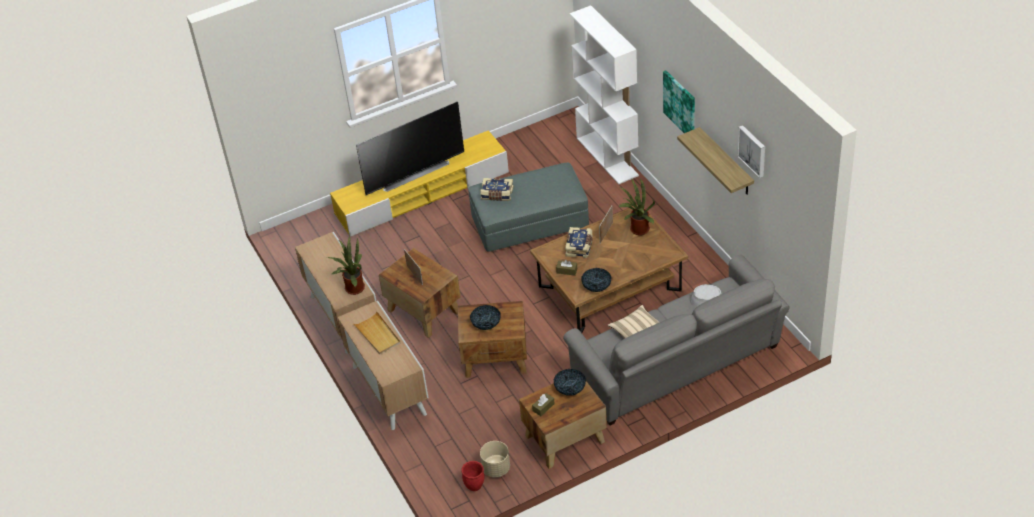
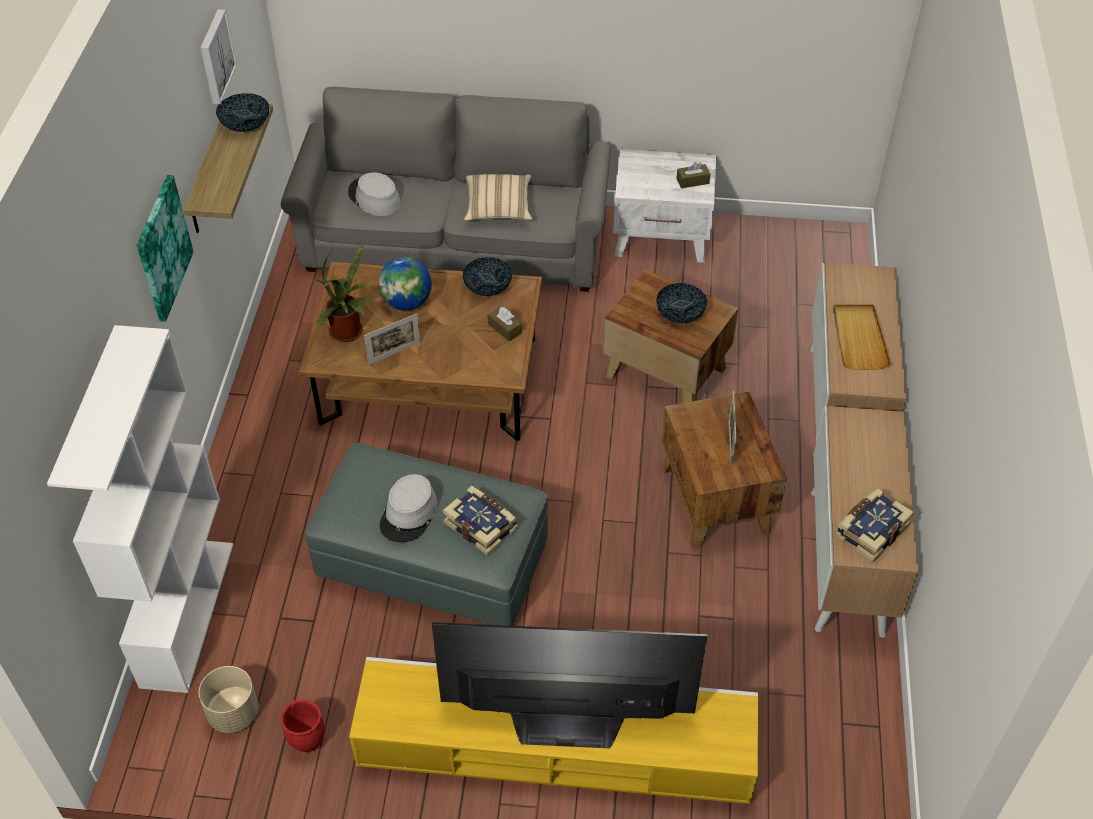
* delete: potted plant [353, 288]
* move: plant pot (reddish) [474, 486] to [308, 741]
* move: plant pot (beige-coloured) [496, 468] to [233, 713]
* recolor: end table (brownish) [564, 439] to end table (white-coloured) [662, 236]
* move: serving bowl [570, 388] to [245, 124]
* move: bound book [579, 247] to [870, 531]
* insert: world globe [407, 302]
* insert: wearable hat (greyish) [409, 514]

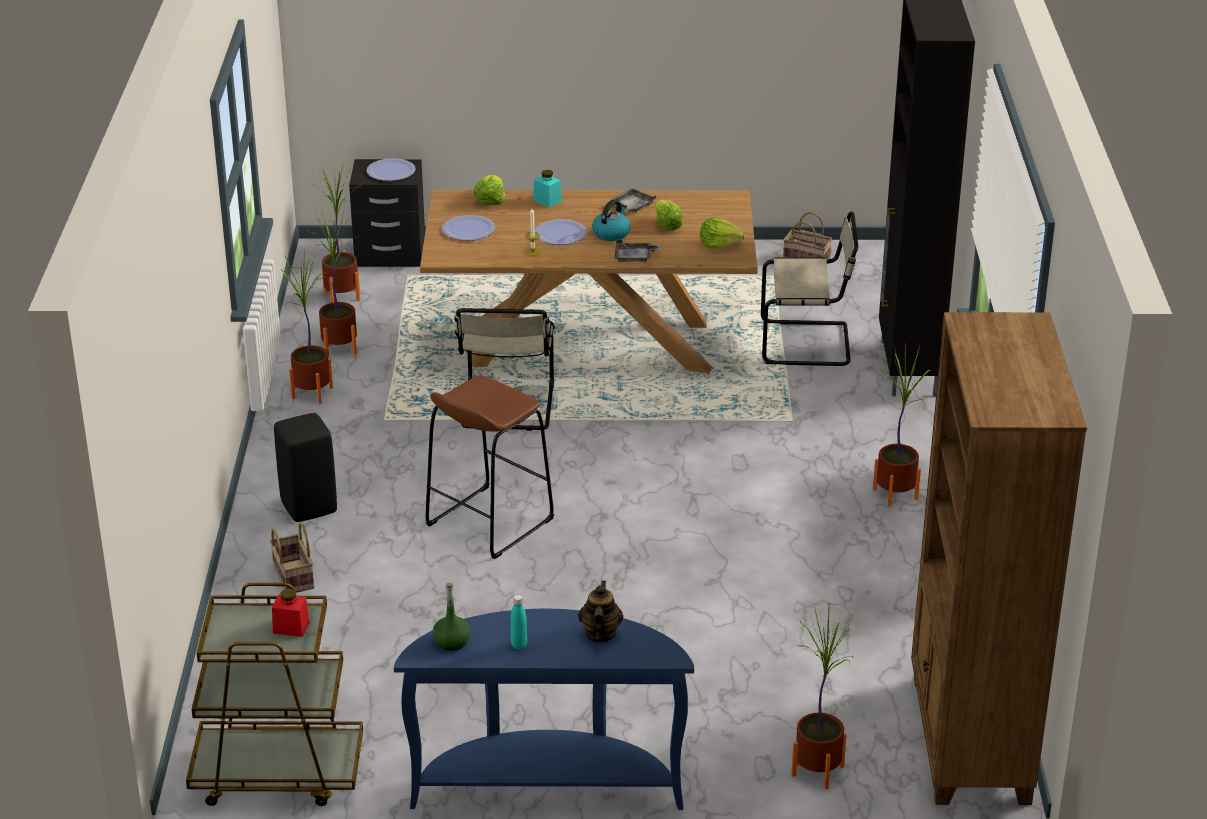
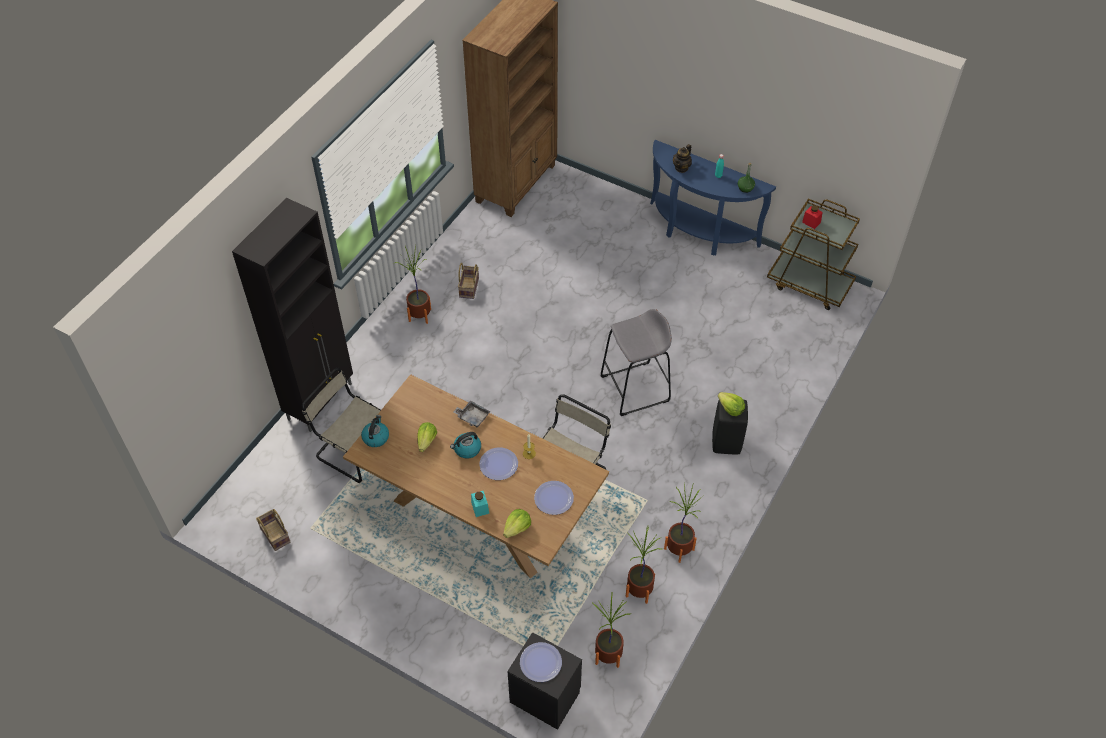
* move: basket [292, 576] to [469, 288]
* recolor: stool (brownish) [489, 522] to stool (greyish) [635, 389]
* delete: carrying tray (greyish) [632, 207]
* move: lettuce [719, 244] to [730, 409]
* delete: potted plant [817, 770]
* insert: tea kettle [376, 437]

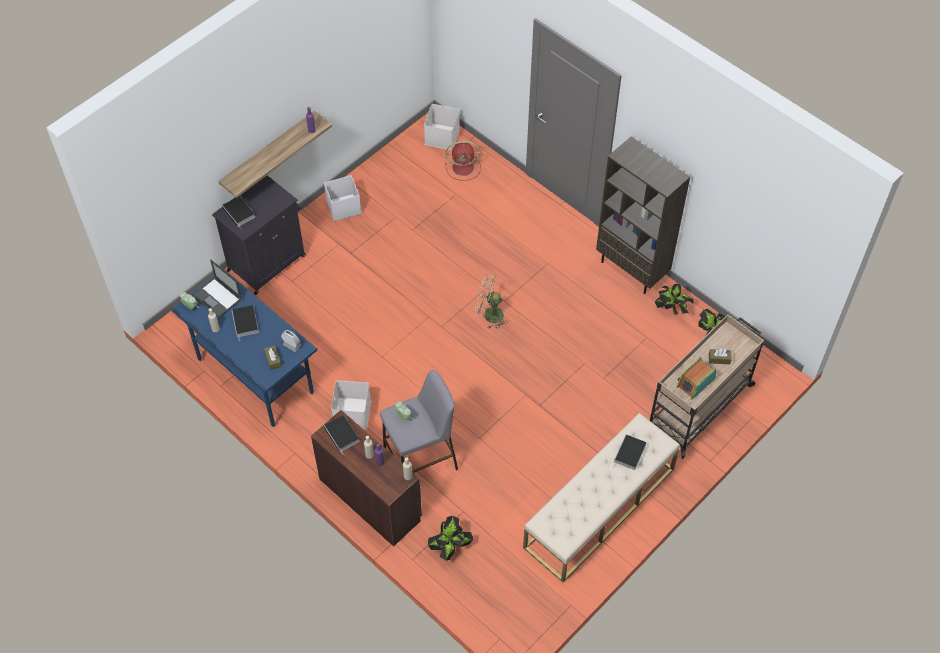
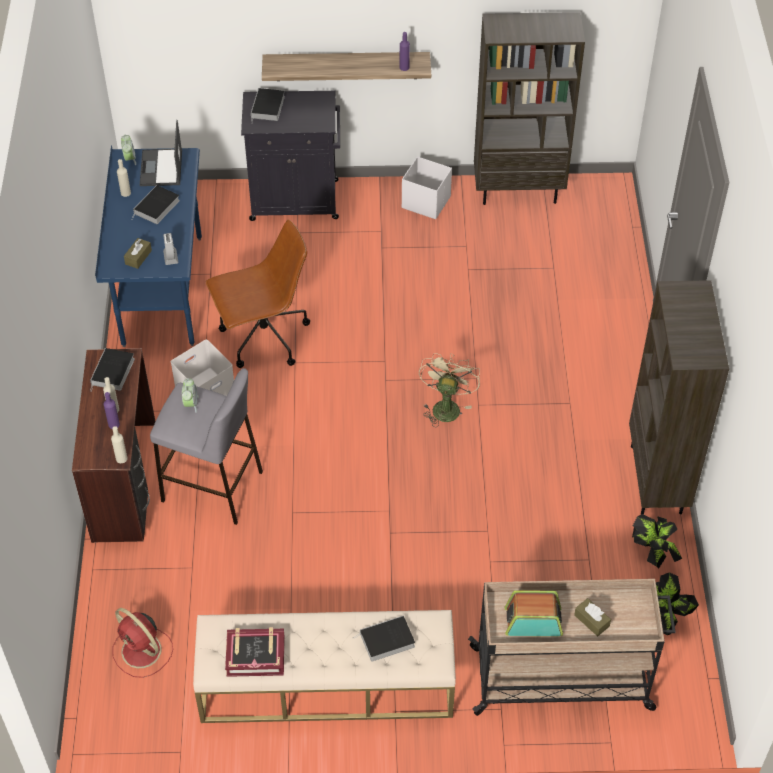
* delete: storage bin (white-coloured) [441, 136]
* delete: potted plant [450, 547]
* move: cooling fan (reddish) [464, 167] to [142, 652]
* rotate: cooling fan (beige-coloured) [489, 315] = [446, 406] 45 degrees clockwise
* insert: desk chair (brownish) [263, 338]
* insert: bound book [255, 655]
* insert: bookshelf (brownish) [519, 190]

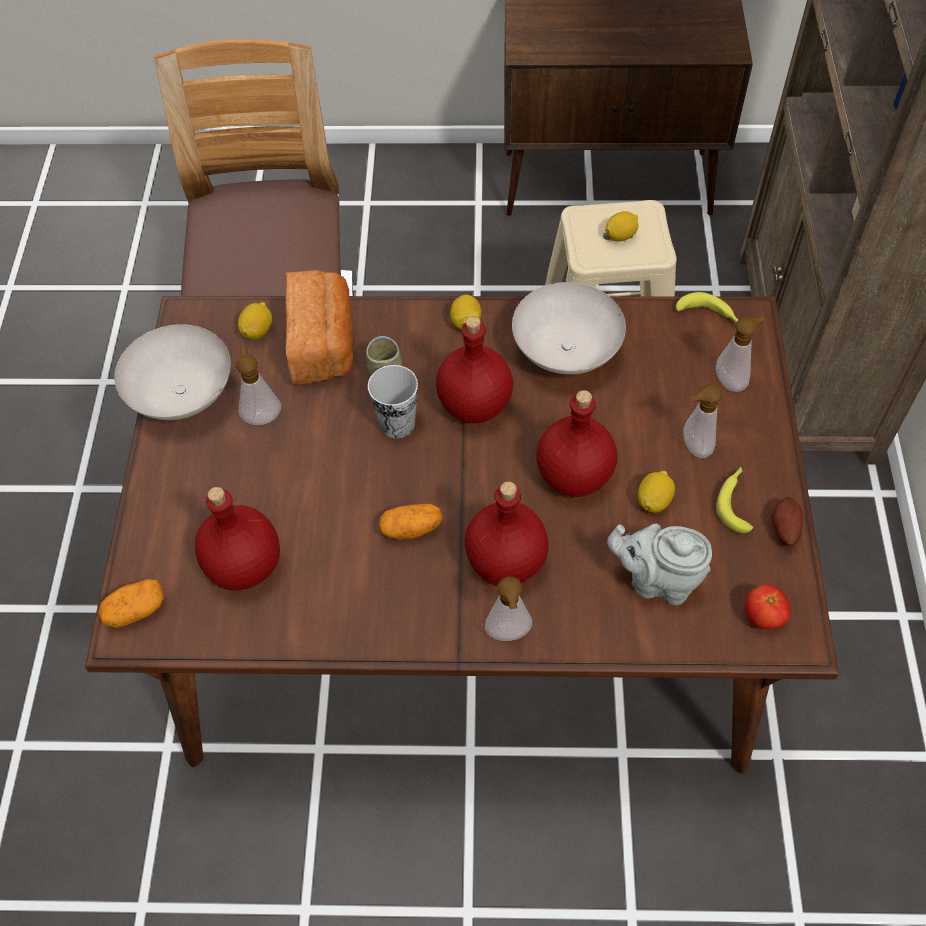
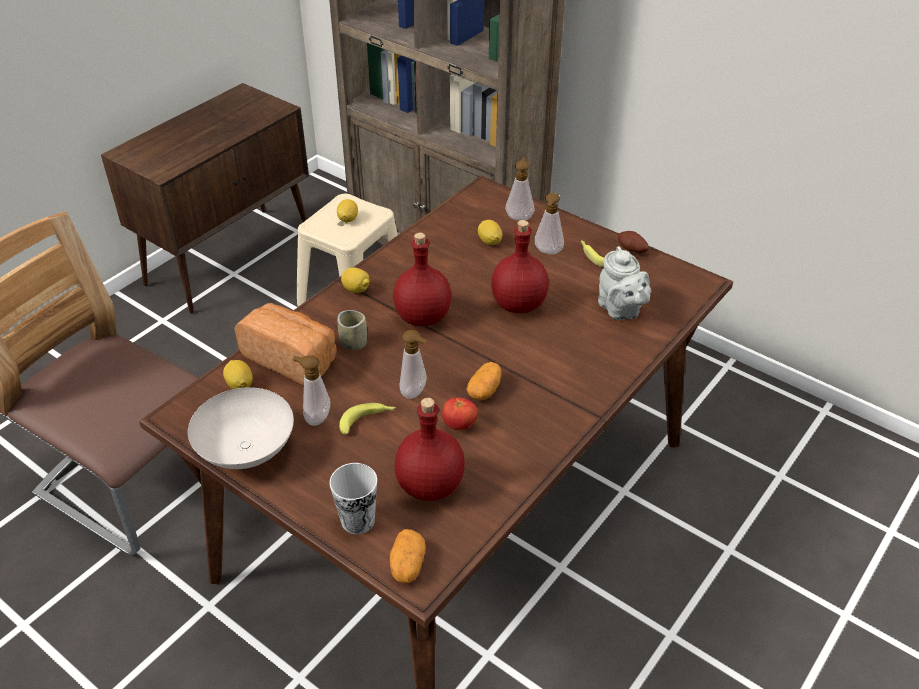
* move: cup [397, 423] to [358, 520]
* delete: drink bottle (reddish) [507, 561]
* move: soap dispenser [508, 635] to [416, 392]
* delete: serving bowl (white-coloured) [568, 352]
* rotate: tea pot (greyish) [657, 580] = [620, 310] 75 degrees counterclockwise
* move: whole lemon [654, 500] to [489, 241]
* move: banana [709, 315] to [367, 420]
* move: tomato [763, 616] to [459, 425]

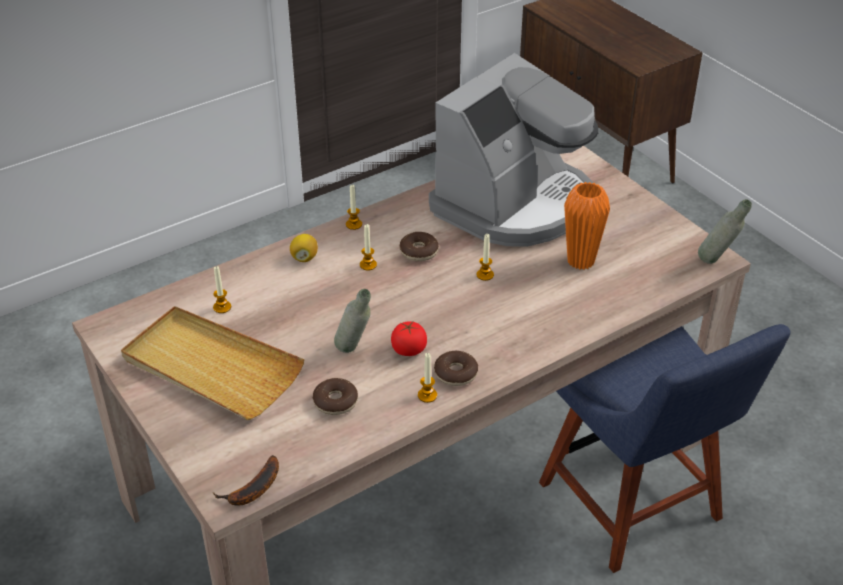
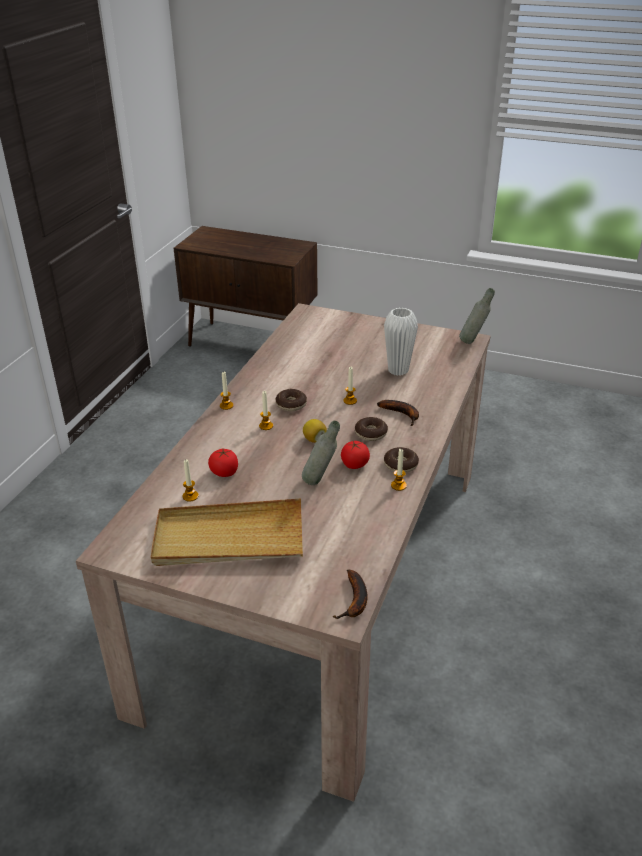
* move: whole lemon [304, 258] to [314, 439]
* move: donut [335, 402] to [371, 433]
* delete: coffee machine [515, 204]
* delete: plain chair (bluish) [635, 507]
* recolor: decorative vase (orangey) [580, 261] to decorative vase (white-coloured) [398, 370]
* insert: tomato [224, 472]
* insert: banana [402, 414]

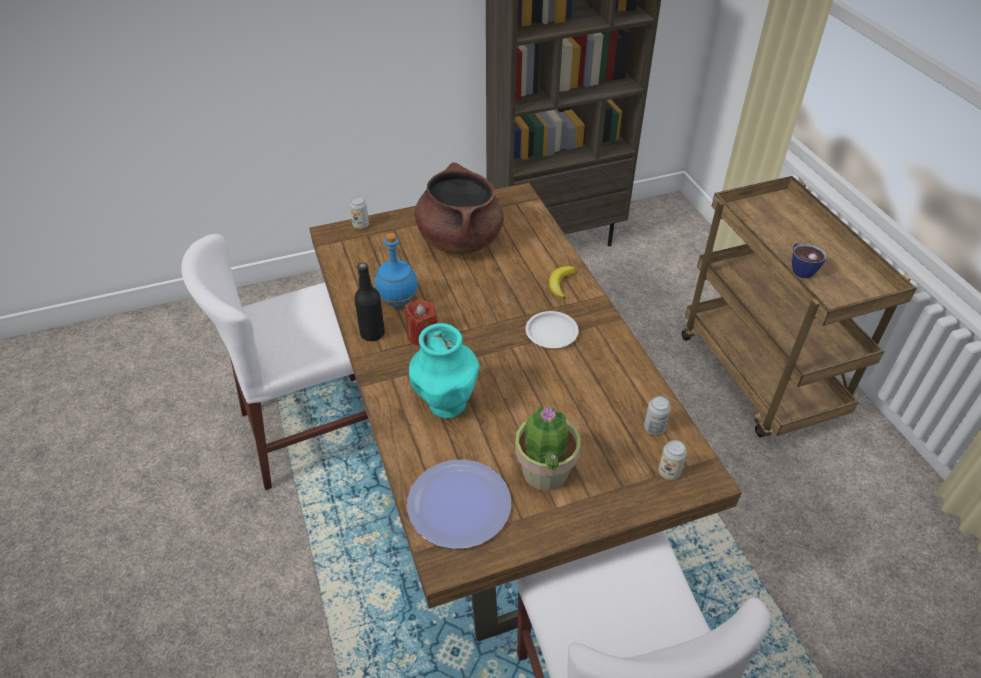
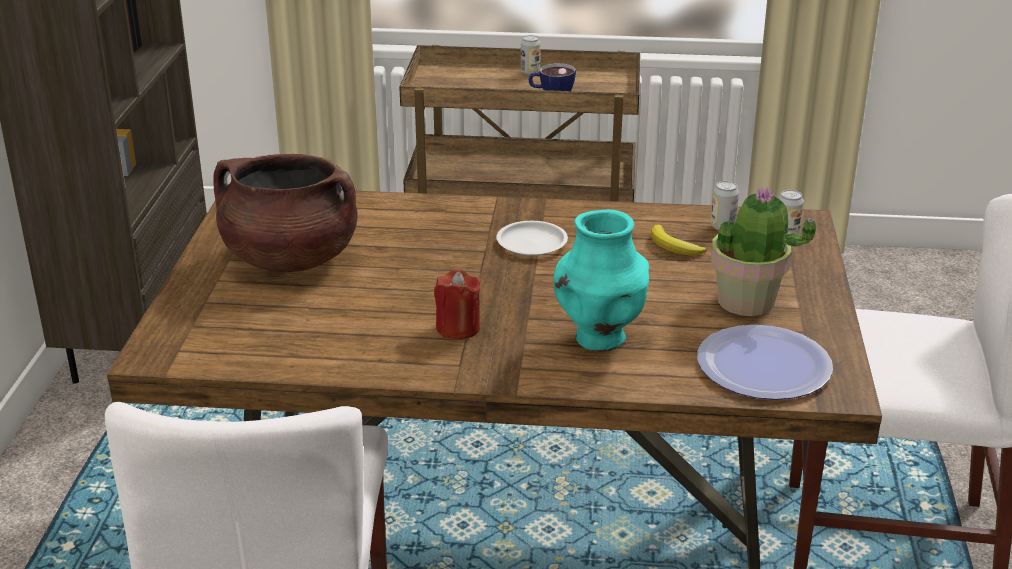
* move: can [361, 225] to [530, 72]
* delete: drink bottle (black-coloured) [372, 333]
* delete: drink bottle (bluish) [398, 302]
* move: banana [560, 284] to [674, 246]

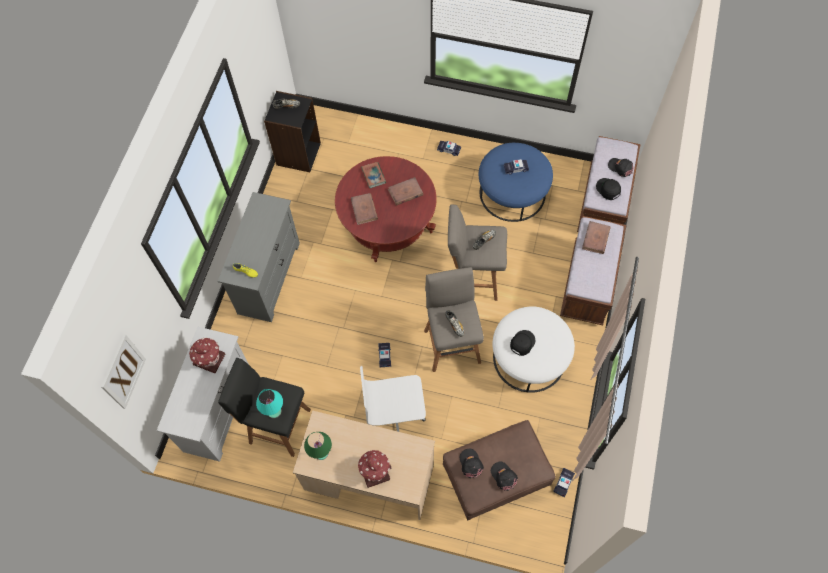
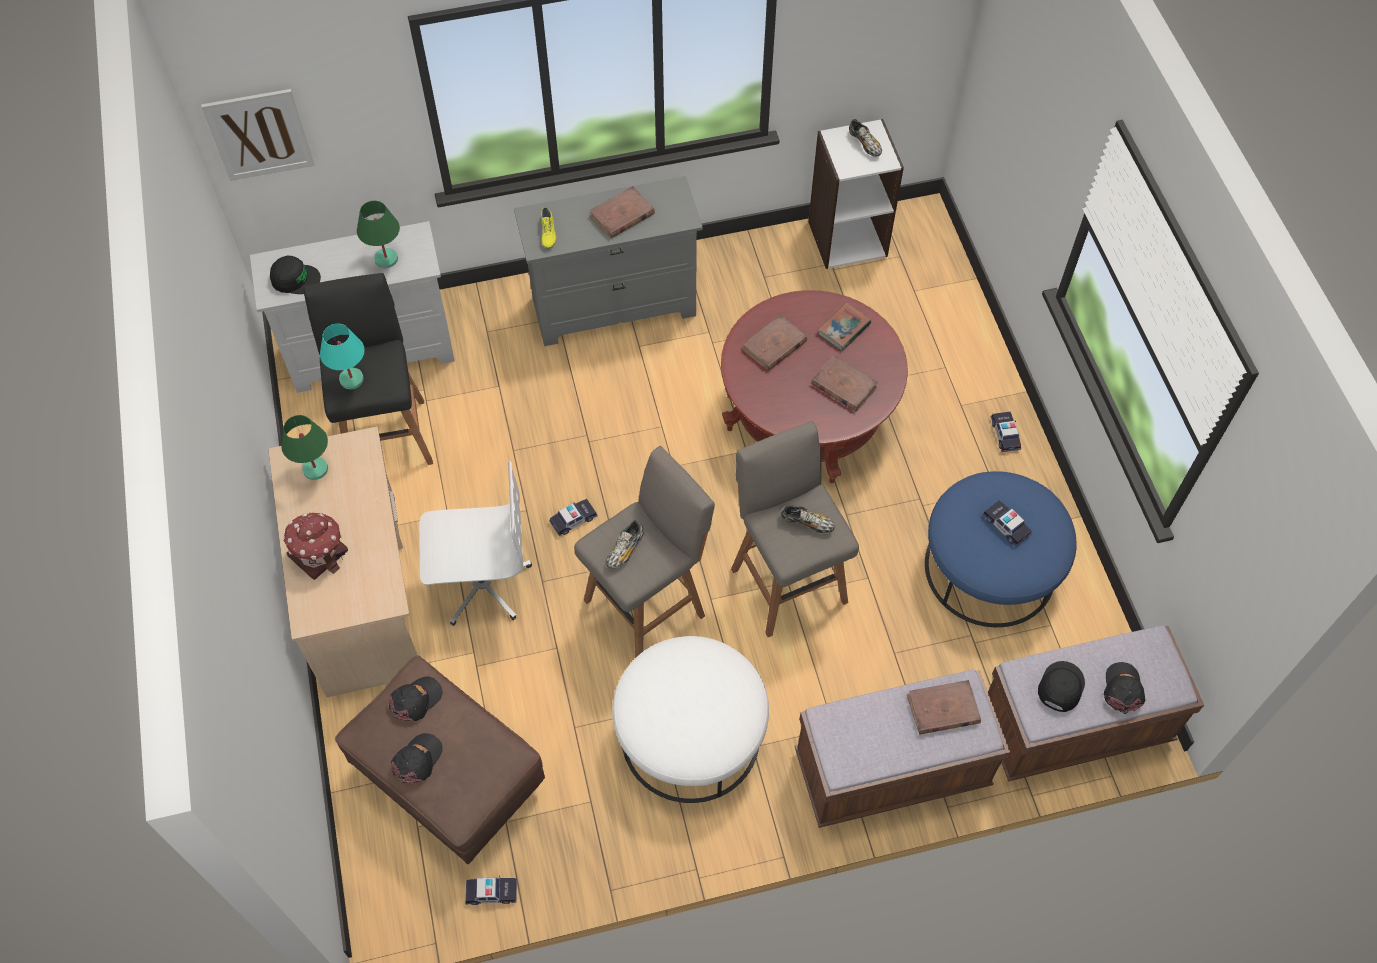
* replace: miniature house [209, 359] to table lamp (green) [386, 259]
* recolor: bookshelf (black-coloured) [298, 154] to bookshelf (white-coloured) [847, 238]
* rotate: desk chair (white-coloured) [396, 415] = [481, 583] 120 degrees clockwise
* move: baseball cap (black-coloured) [522, 343] to [295, 278]
* insert: bound book (brownish) [621, 215]

